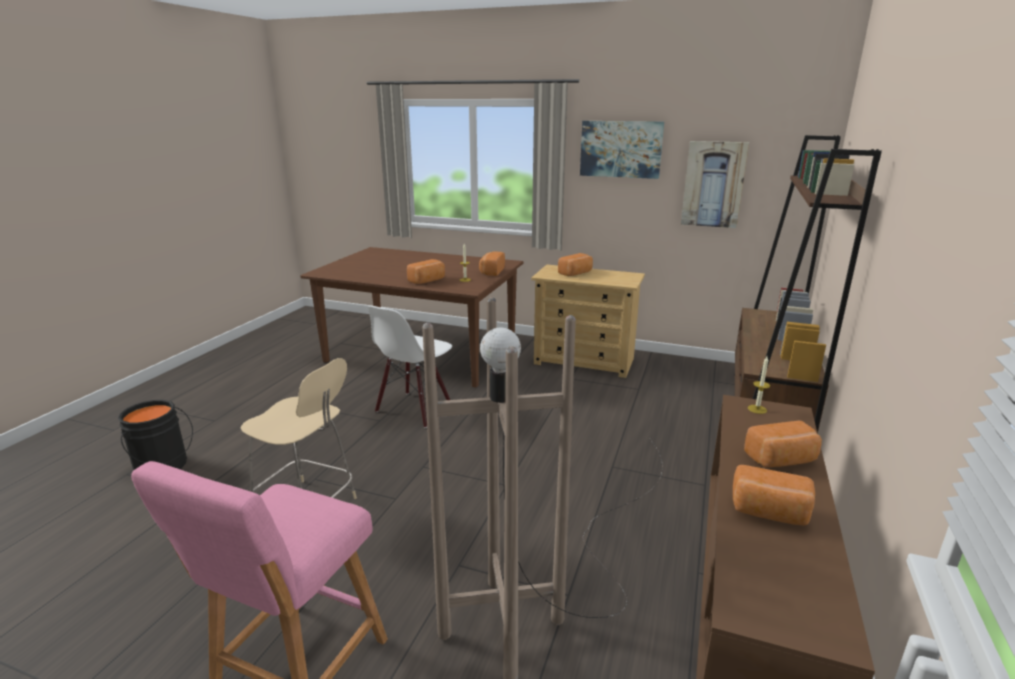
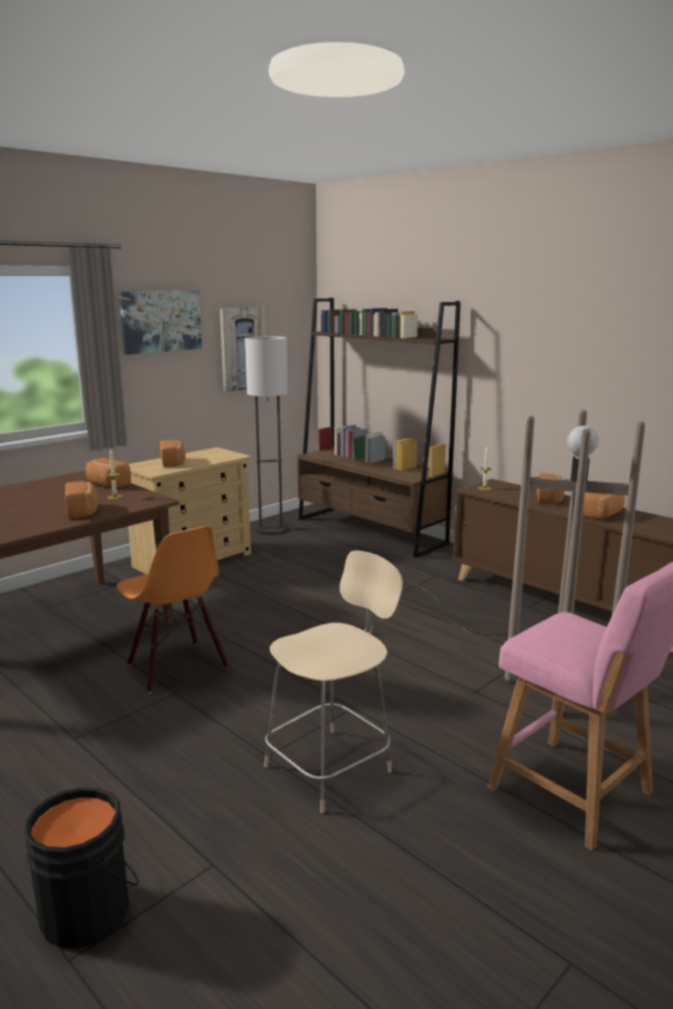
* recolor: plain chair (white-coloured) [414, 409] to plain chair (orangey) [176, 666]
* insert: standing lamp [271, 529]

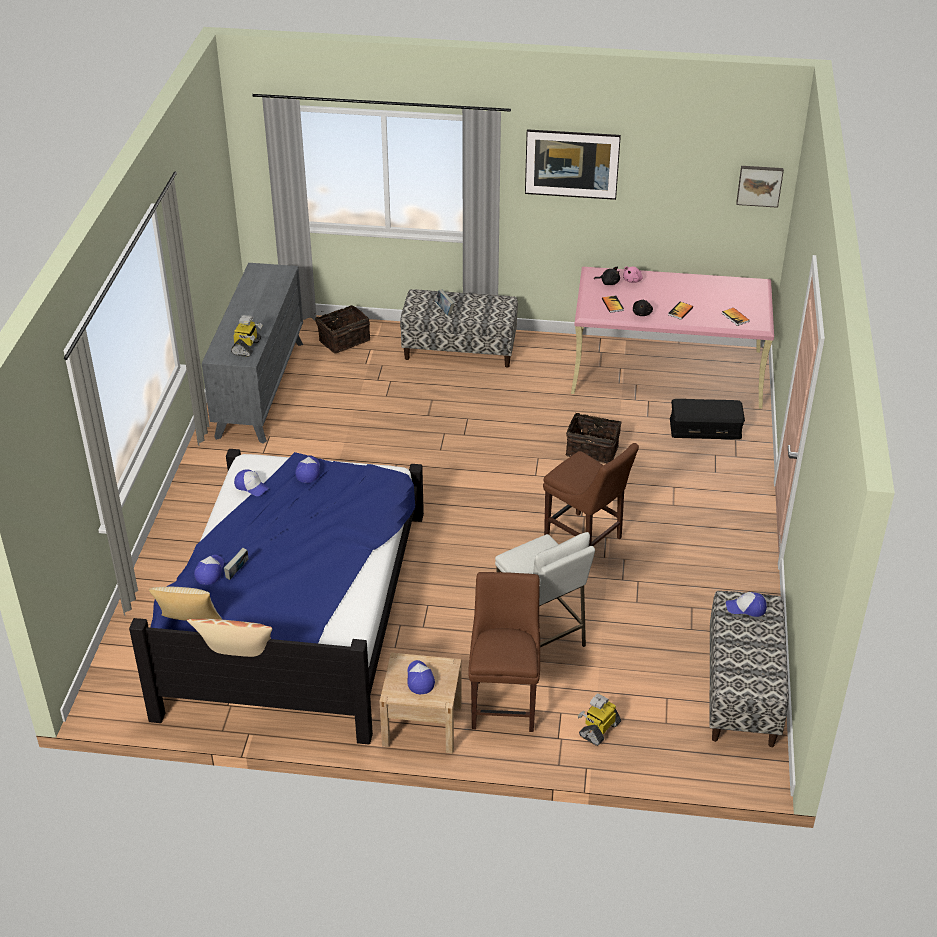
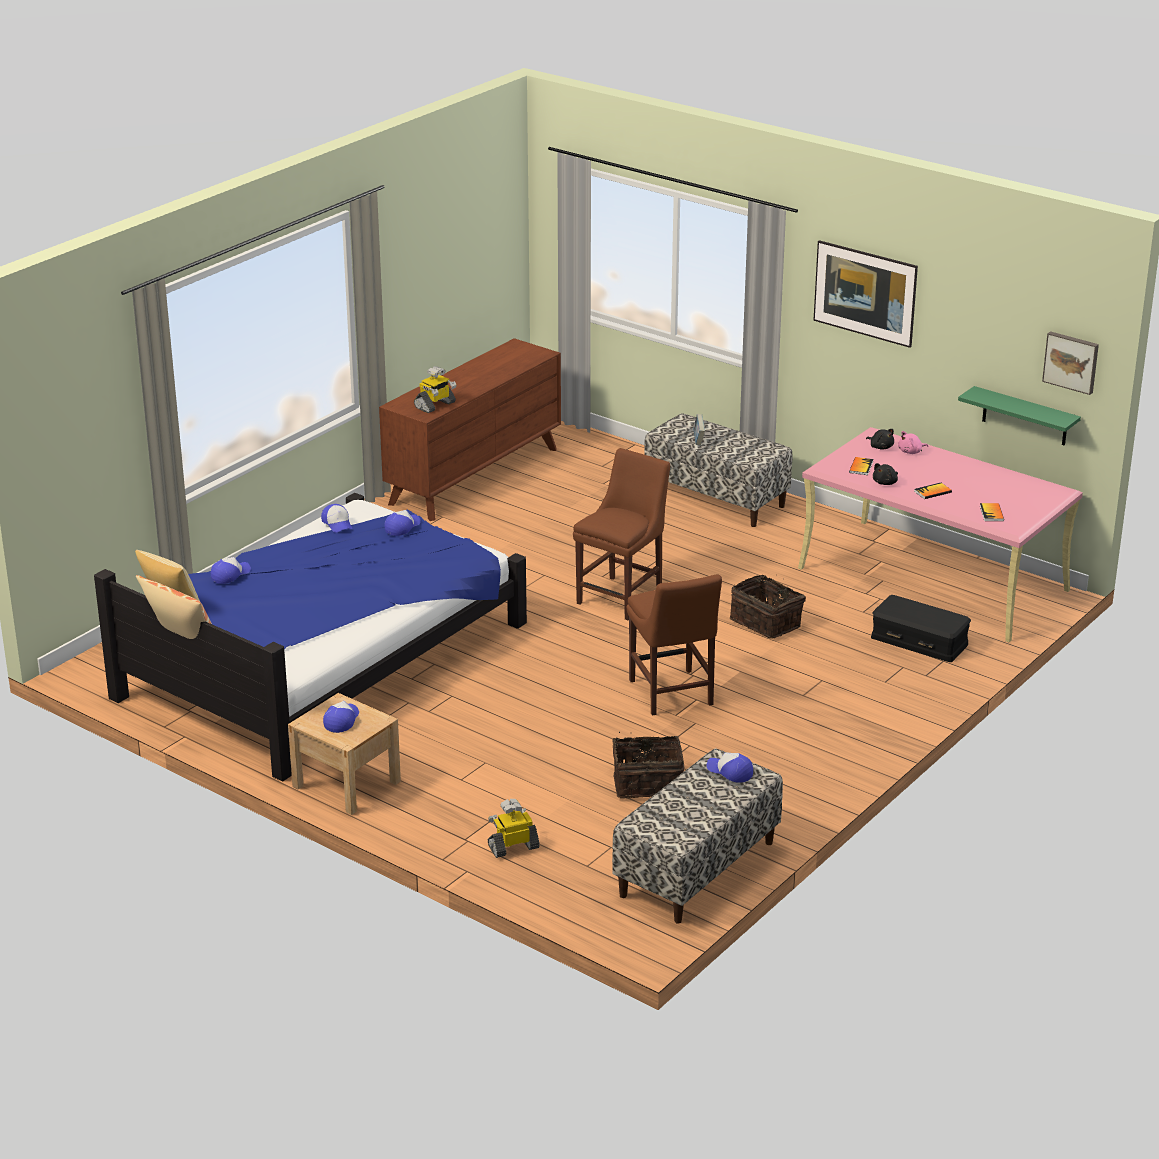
* recolor: drawer chest (greyish) [260, 388] to drawer chest (brownish) [474, 476]
* delete: bound book [237, 572]
* move: basket [343, 340] to [647, 783]
* move: plain chair (brownish) [504, 702] to [622, 596]
* delete: stool (white-coloured) [541, 635]
* insert: bracket shelf (green) [1025, 416]

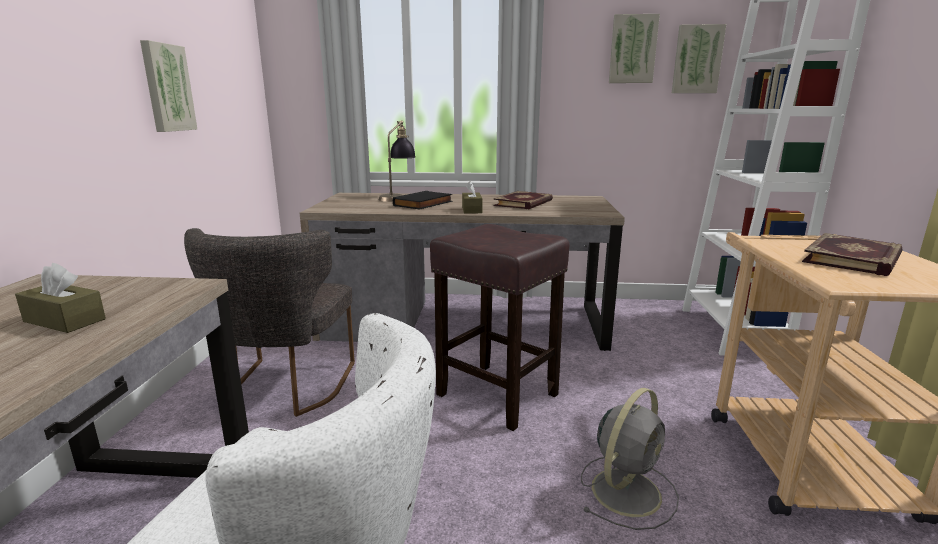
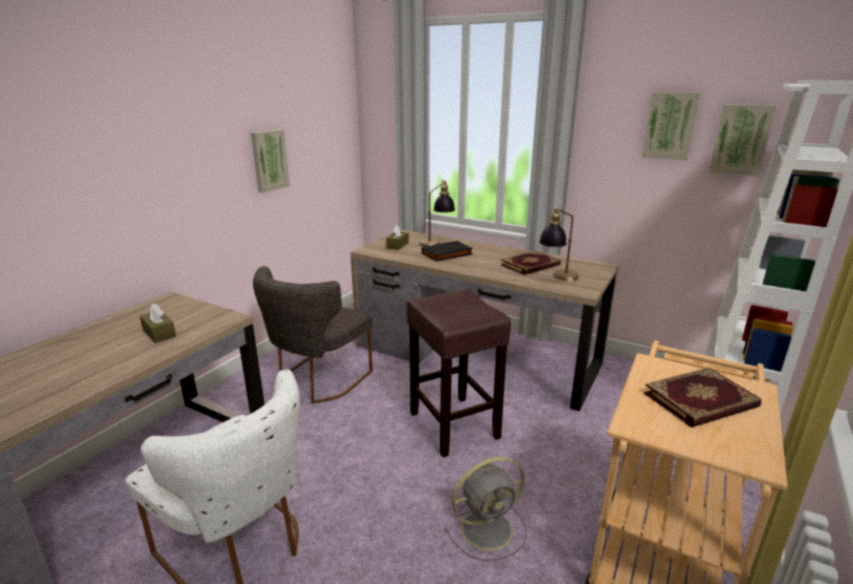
* move: tissue box (brownish) [472, 210] to [397, 245]
* insert: table lamp [557, 278]

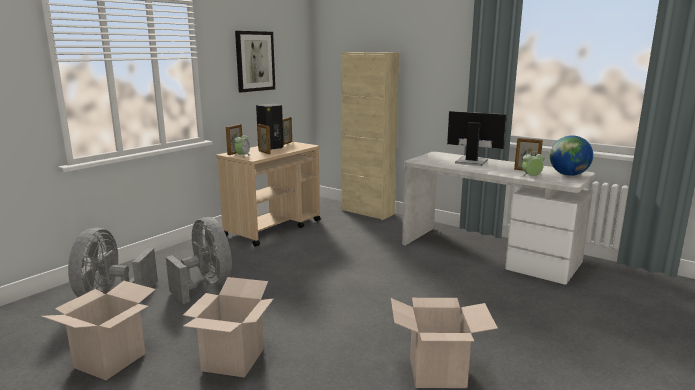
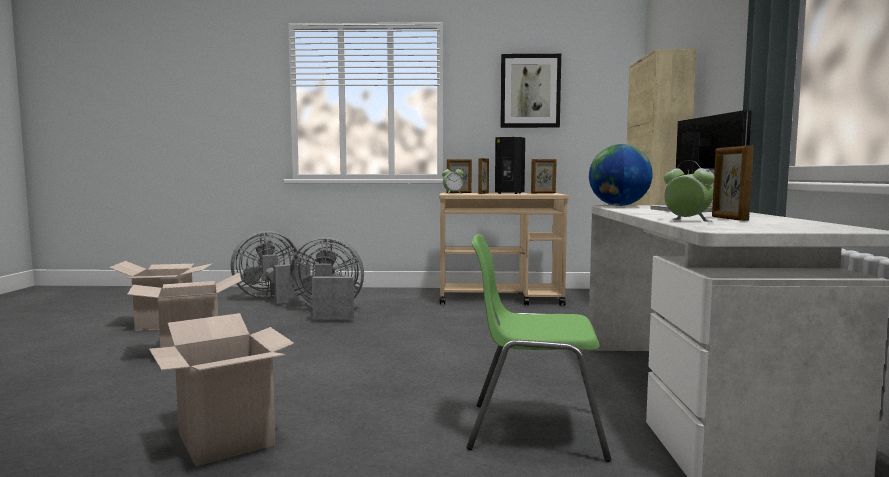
* rotate: cooling fan (greyish) [206, 285] = [328, 312] 105 degrees counterclockwise
* move: world globe [568, 175] to [618, 206]
* insert: plain chair (green) [534, 429]

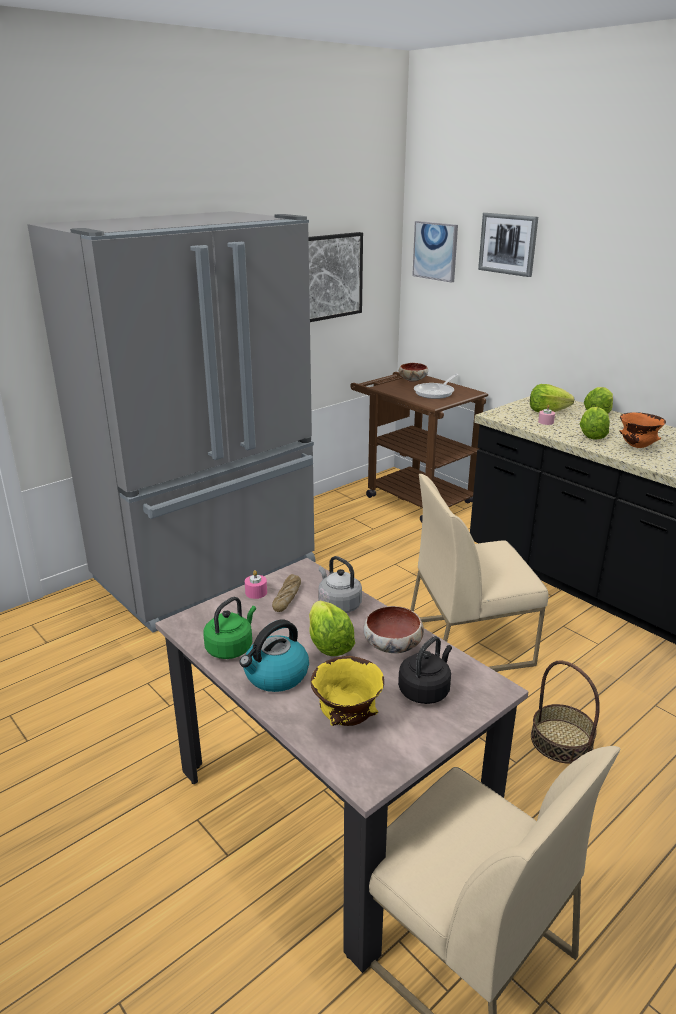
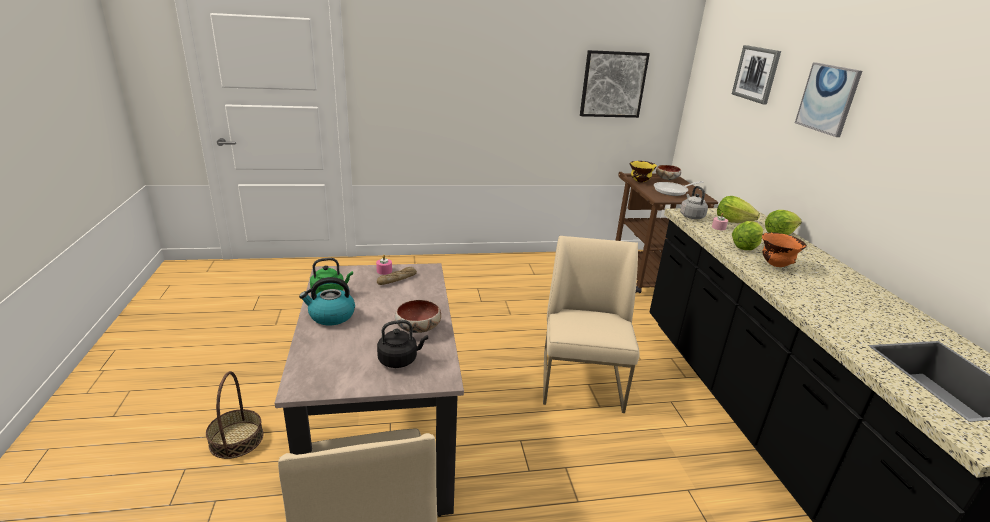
* delete: refrigerator (greyish) [209, 571]
* delete: lettuce [328, 644]
* move: serving bowl (yellow) [347, 719] to [639, 182]
* move: tea kettle (greyish) [338, 604] to [691, 216]
* rotate: plain chair (beige-coloured) [470, 642] = [582, 381] 75 degrees clockwise
* move: wall art [435, 251] to [828, 99]
* move: basket [561, 741] to [236, 439]

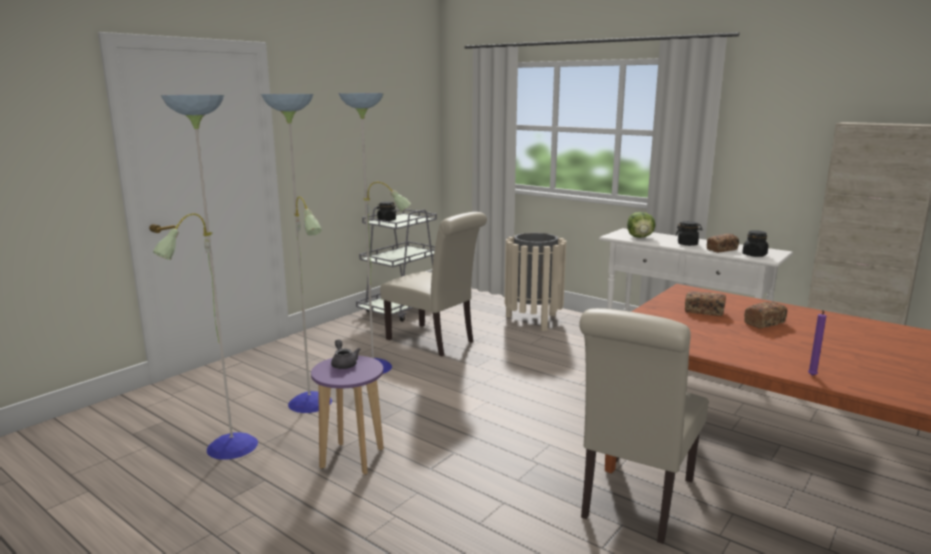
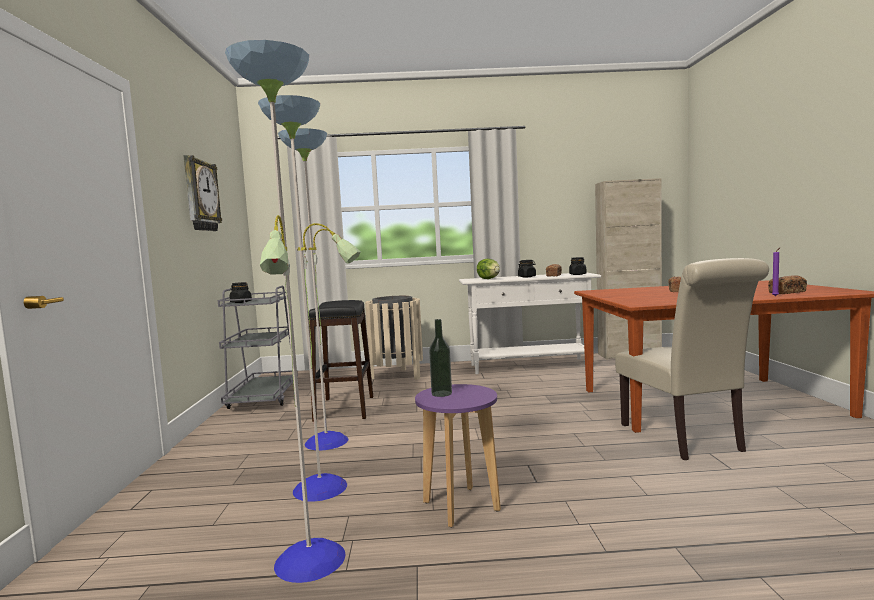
* replace: tea pot (greyish) [344, 363] to drink bottle [441, 393]
* replace: plain chair (beige-coloured) [434, 341] to stool (black-coloured) [345, 408]
* move: bread [704, 311] to [787, 292]
* insert: hanging clock [200, 195]

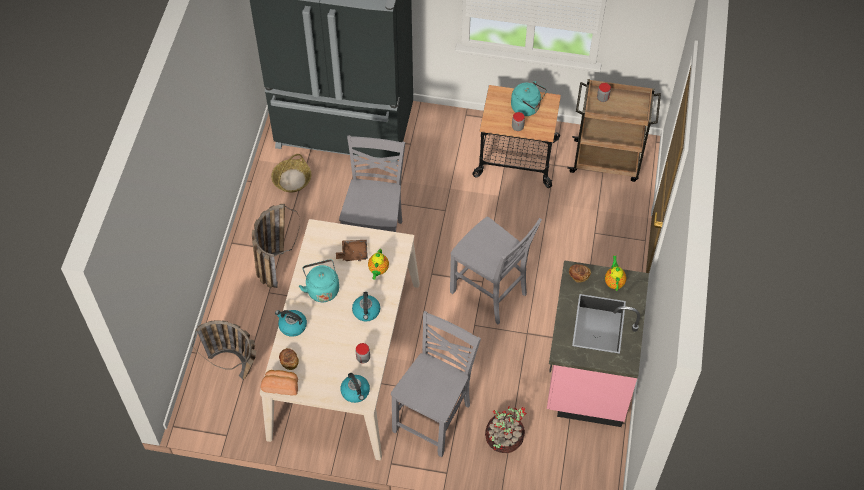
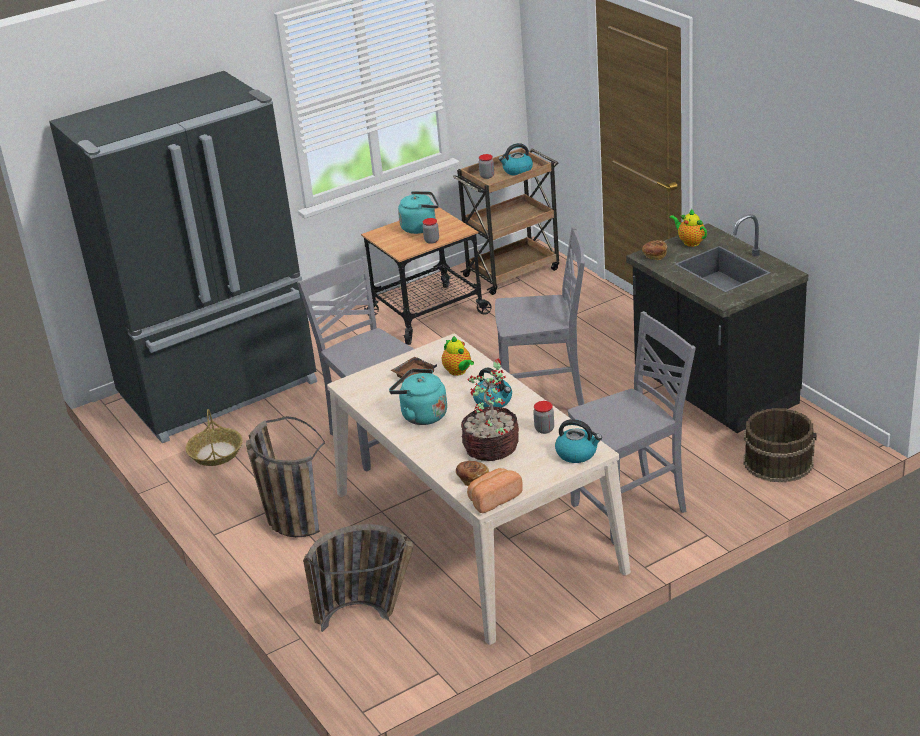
* move: tea kettle [292, 326] to [517, 171]
* rotate: plain chair (greyish) [434, 418] = [632, 509] 75 degrees clockwise
* move: potted plant [503, 439] to [492, 448]
* recolor: kitchen counter (pinkish) [587, 372] to kitchen counter (black-coloured) [713, 391]
* insert: bucket (brownish) [778, 461]

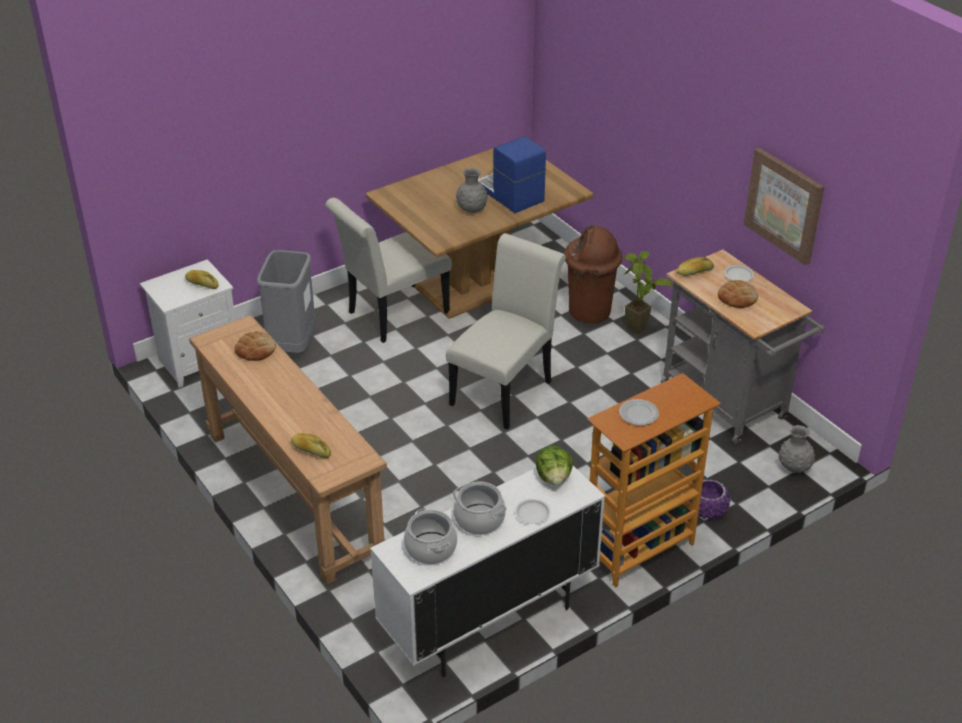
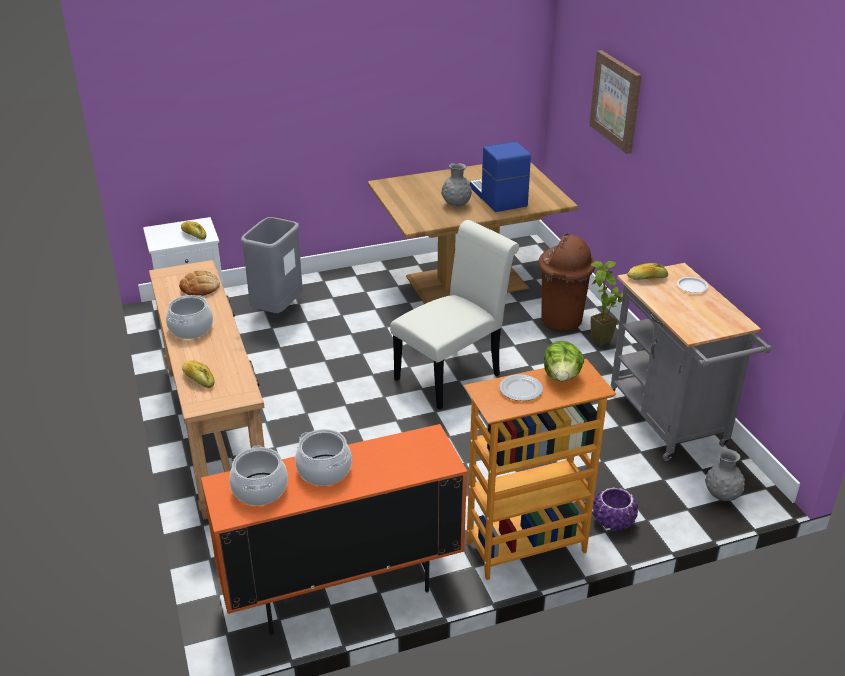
* delete: plain chair (white-coloured) [392, 316]
* recolor: cupboard (white-coloured) [489, 622] to cupboard (orangey) [341, 589]
* delete: dinner plate (white-coloured) [532, 514]
* move: lettuce [553, 477] to [561, 376]
* delete: bread [737, 297]
* move: wall art [784, 205] to [616, 101]
* insert: saucepot [190, 328]

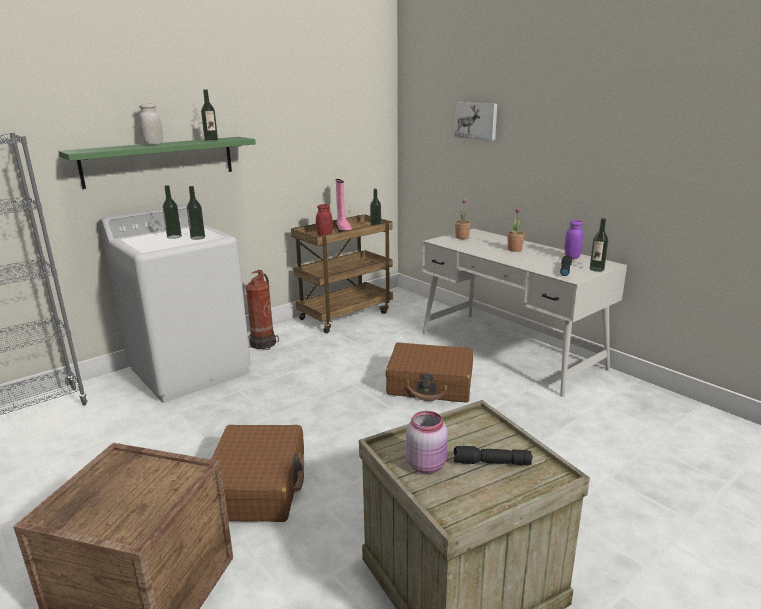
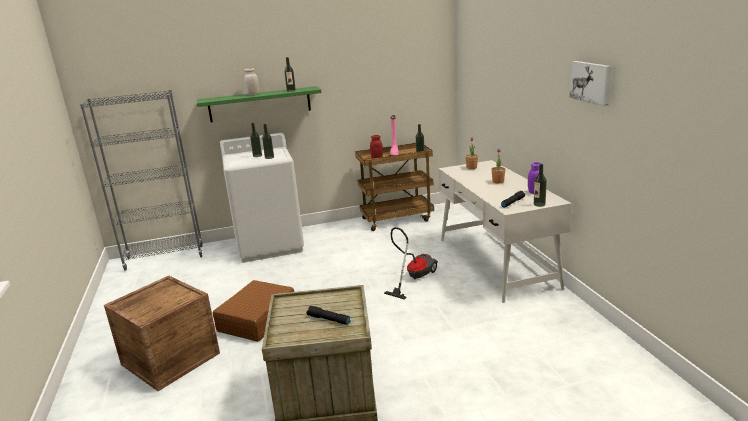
* delete: fire extinguisher [264, 343]
* replace: piece of luggage (brownish) [430, 384] to vacuum [413, 277]
* delete: jar (pinkish) [427, 465]
* move: wall art [476, 121] to [591, 82]

